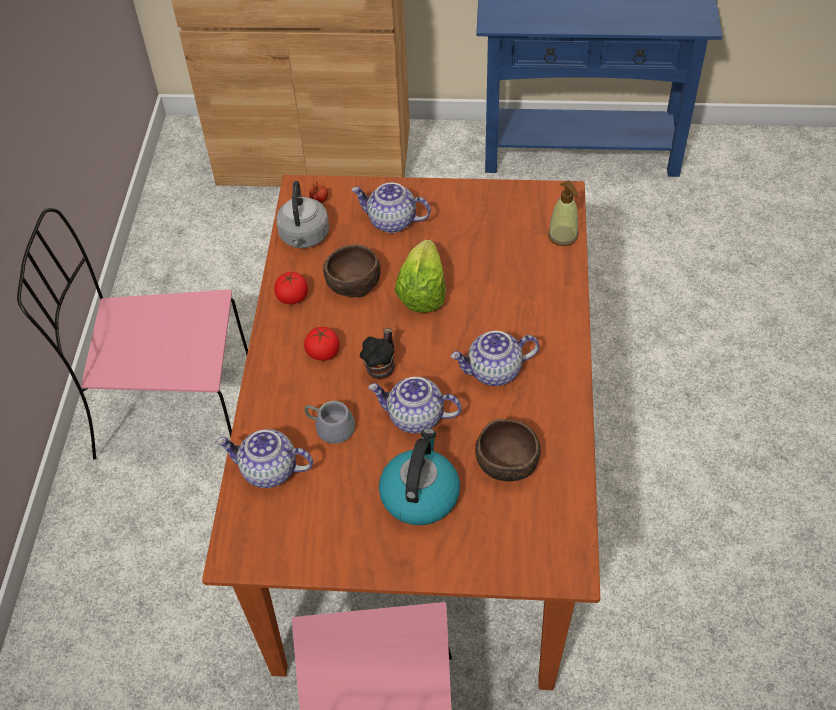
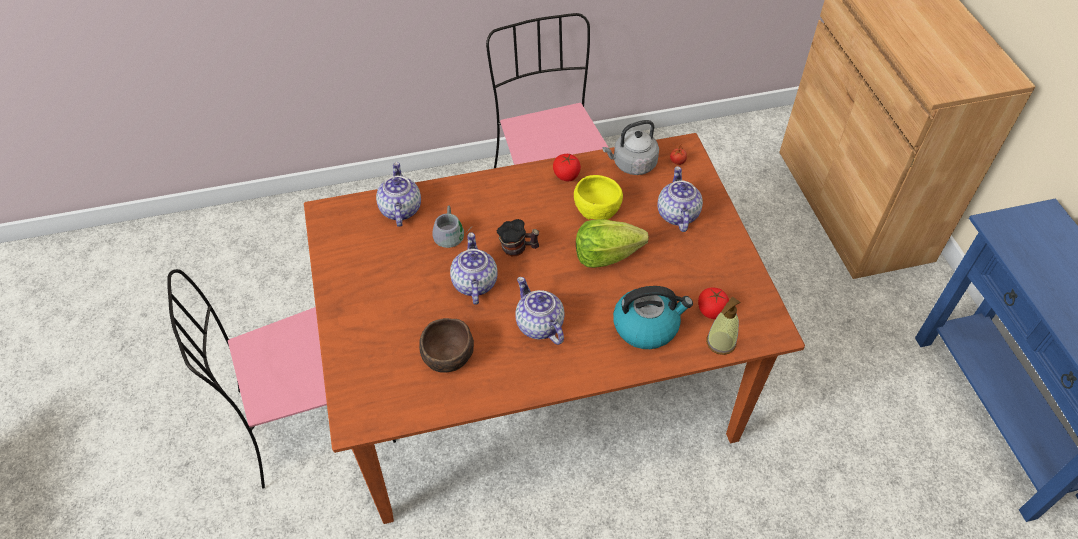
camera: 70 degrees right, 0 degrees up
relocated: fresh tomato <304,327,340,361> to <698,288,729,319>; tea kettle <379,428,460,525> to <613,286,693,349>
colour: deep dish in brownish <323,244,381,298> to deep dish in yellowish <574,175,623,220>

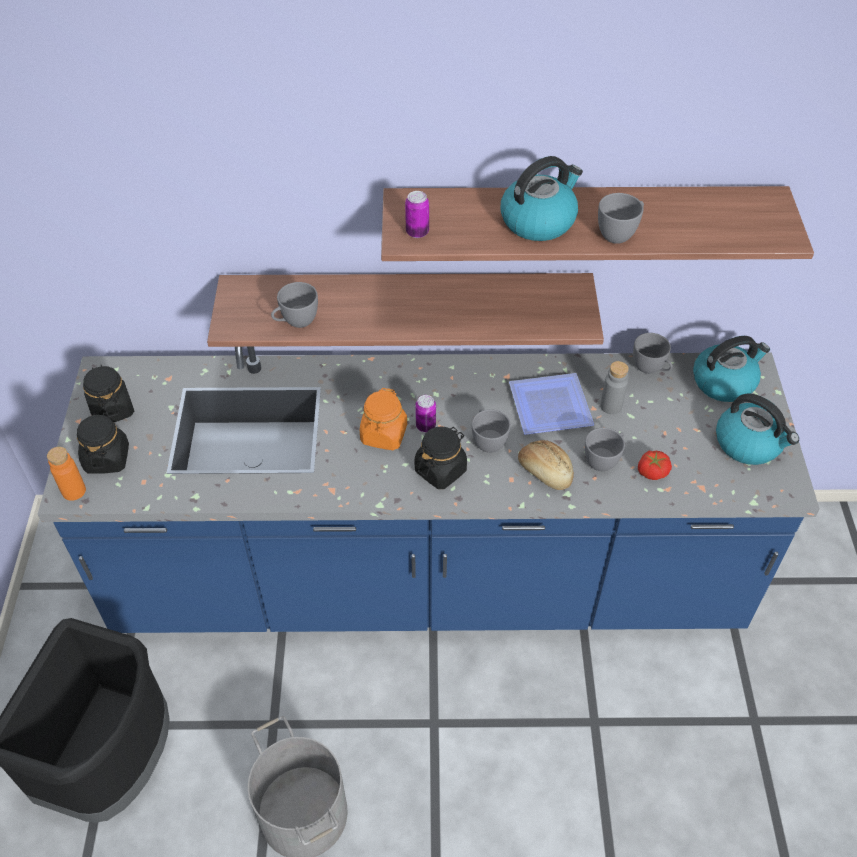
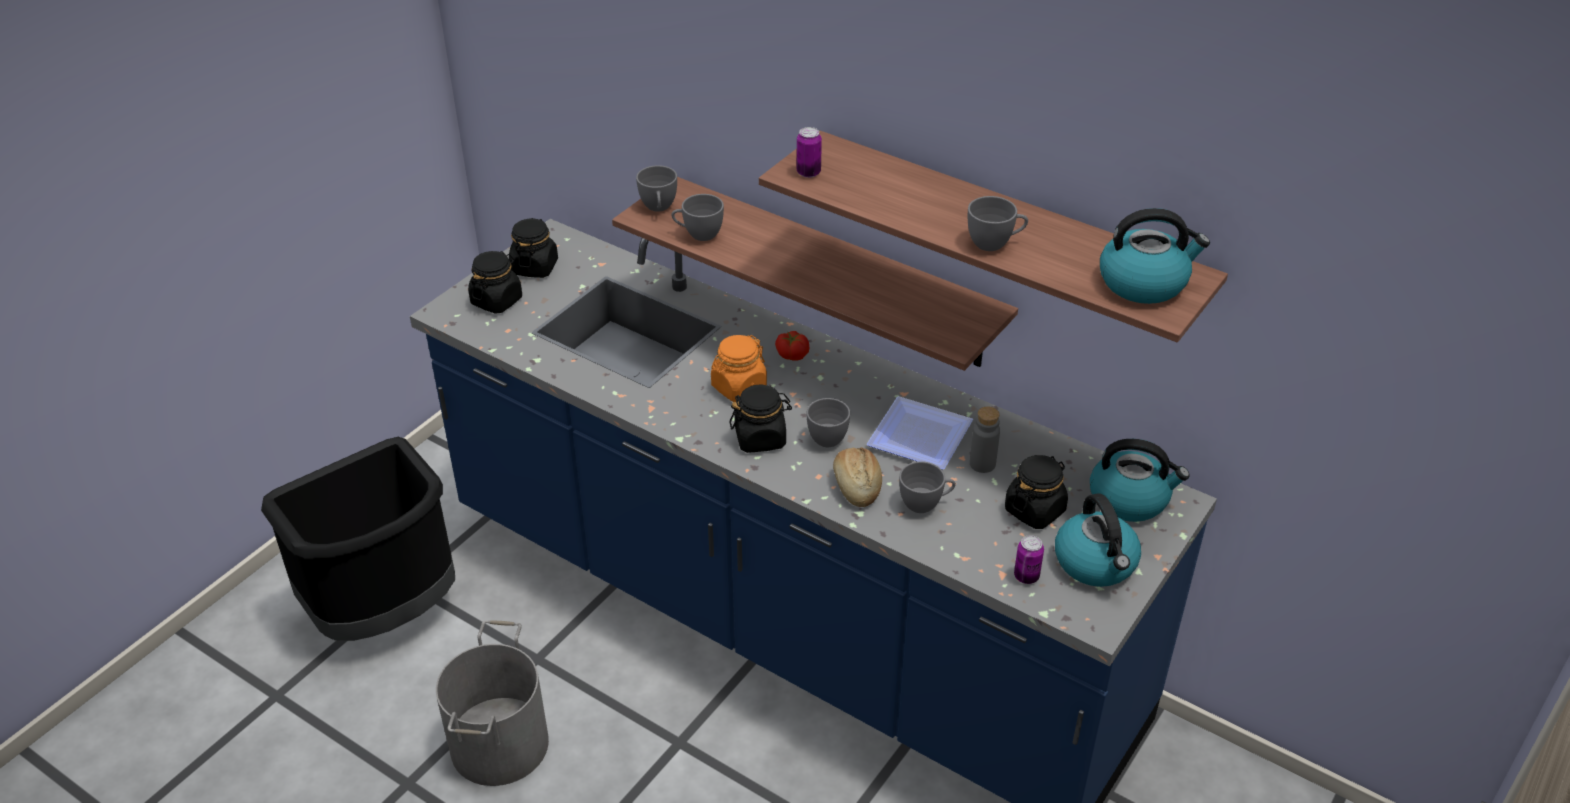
camera: 35 degrees right, 10 degrees down
missing: bottle in orange <47,447,86,501>
appeared: preserve jar in black <1005,455,1068,529>
relocated: tea kettle <501,156,583,241> to <1100,208,1210,304>; small cup in gray <633,333,673,374> to <636,165,677,212>; sealed can <415,395,436,432> to <1014,535,1044,584>; fresh tomato <638,451,672,480> to <775,331,809,361>

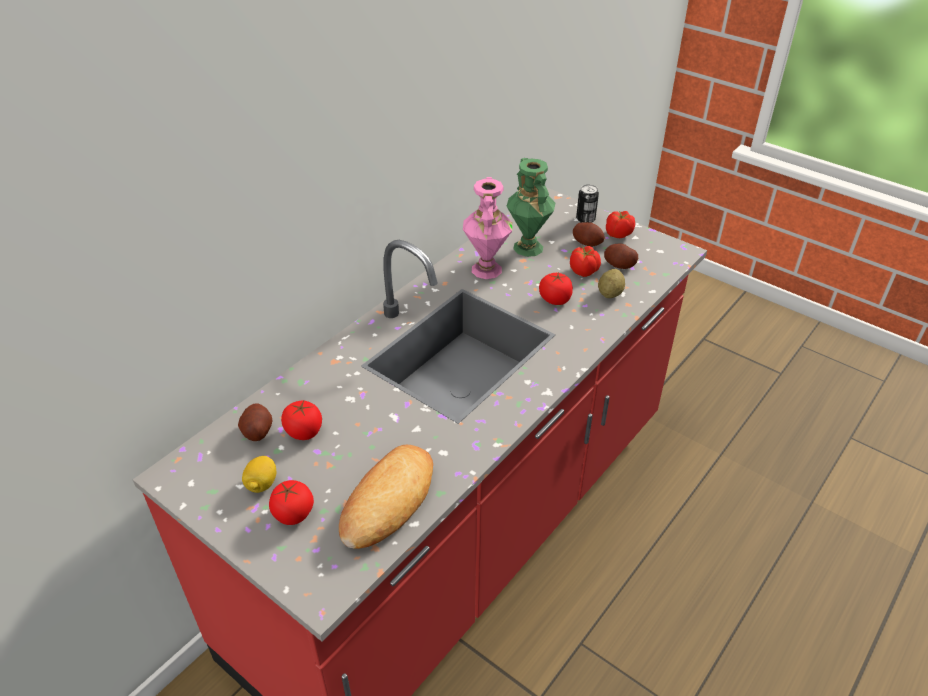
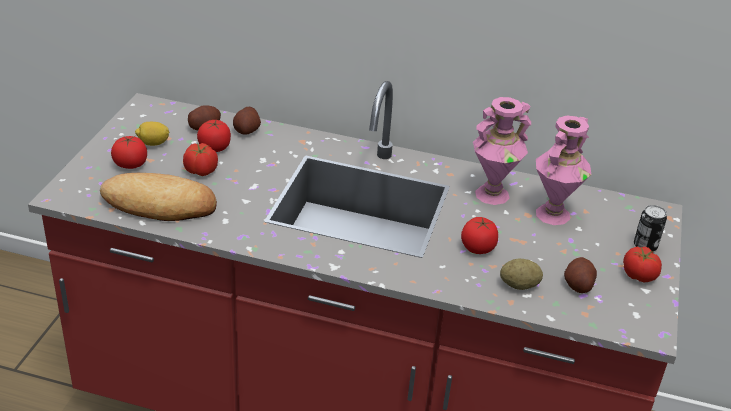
camera: 65 degrees right, 5 degrees down
relocated: spud <573,222,605,247> to <233,107,261,135>; fresh tomato <570,246,601,277> to <183,143,218,176>
colour: vase in green <507,158,555,257> to vase in pink-coloured <536,116,591,225>

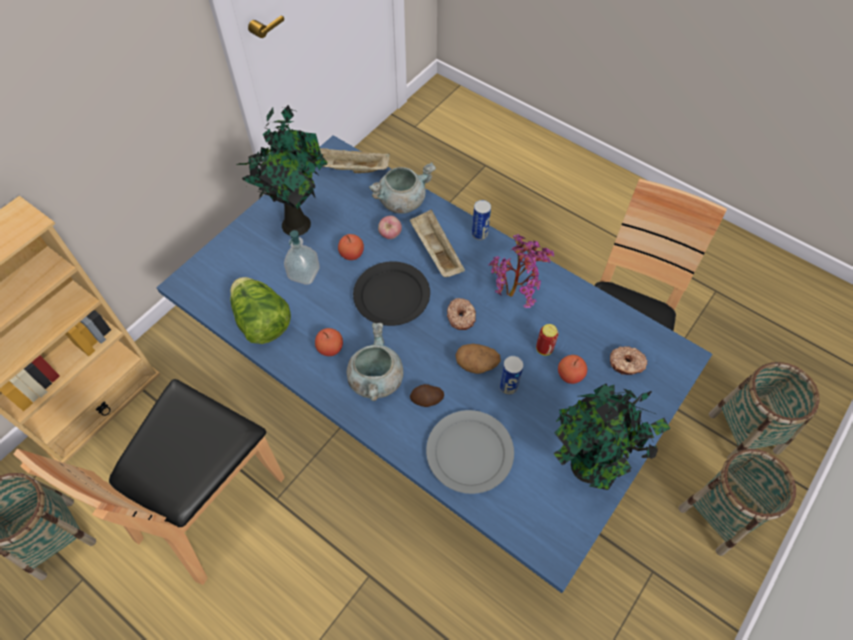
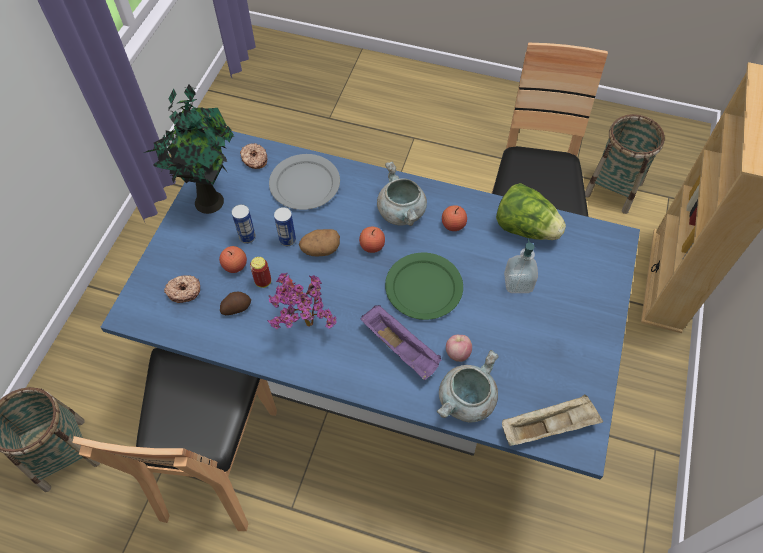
camera: 160 degrees right, 0 degrees up
missing: houseplant <236,105,328,236>; storage basket <678,449,796,556>
relocated: sealed can <472,200,491,240> to <232,204,256,244>; apple <338,234,364,260> to <359,226,385,253>; doughnut <447,298,476,330> to <240,143,268,169>; spud <410,384,444,407> to <220,292,251,315>
colour: tray in beige-coloured <410,209,465,277> to tray in purple-coloured <361,305,442,380>; plate in black <353,261,430,326> to plate in green <385,253,463,320>

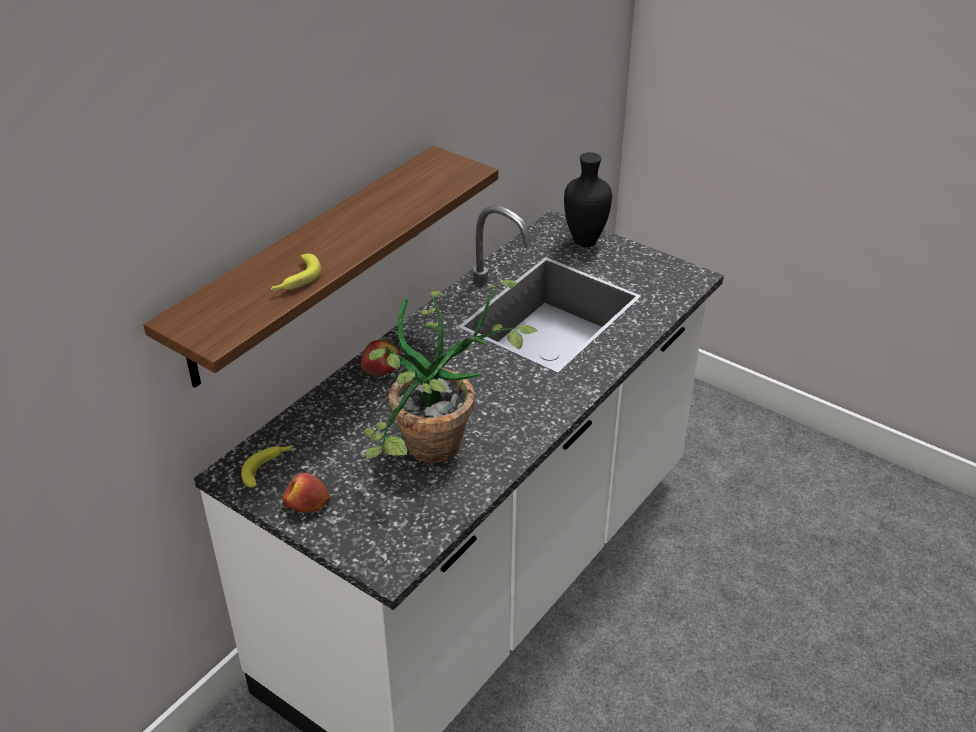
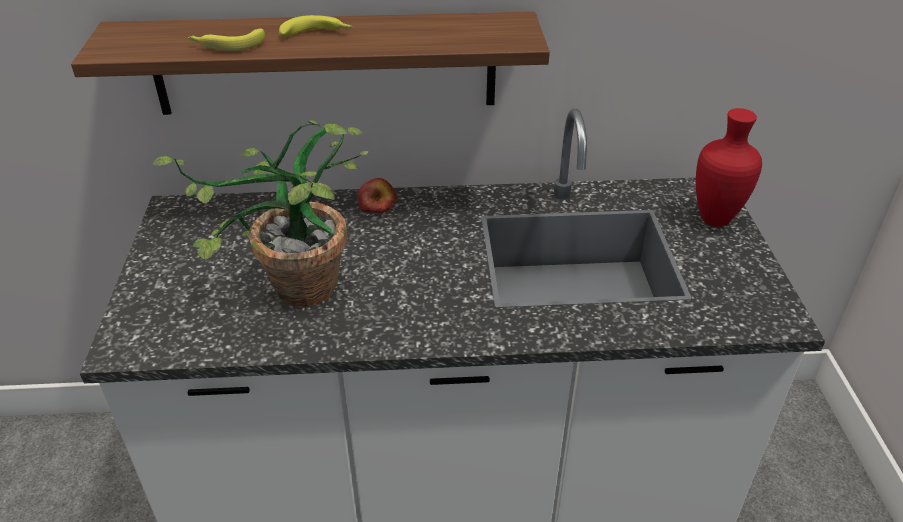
camera: 50 degrees right, 0 degrees up
missing: apple <282,473,331,513>
relocated: banana <241,445,294,488> to <279,15,353,37>
colour: vase in black <564,152,612,247> to vase in red-coloured <696,108,762,227>

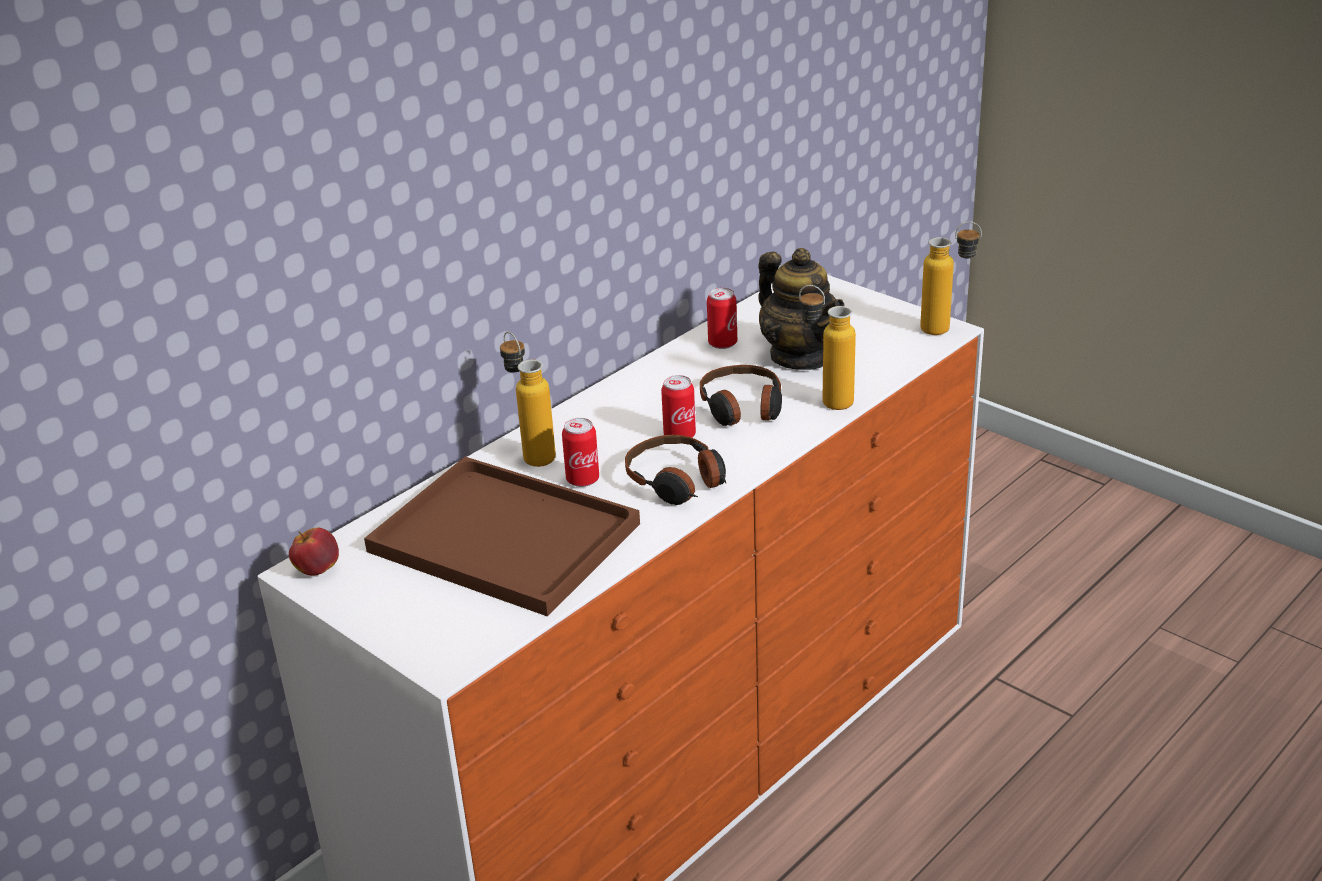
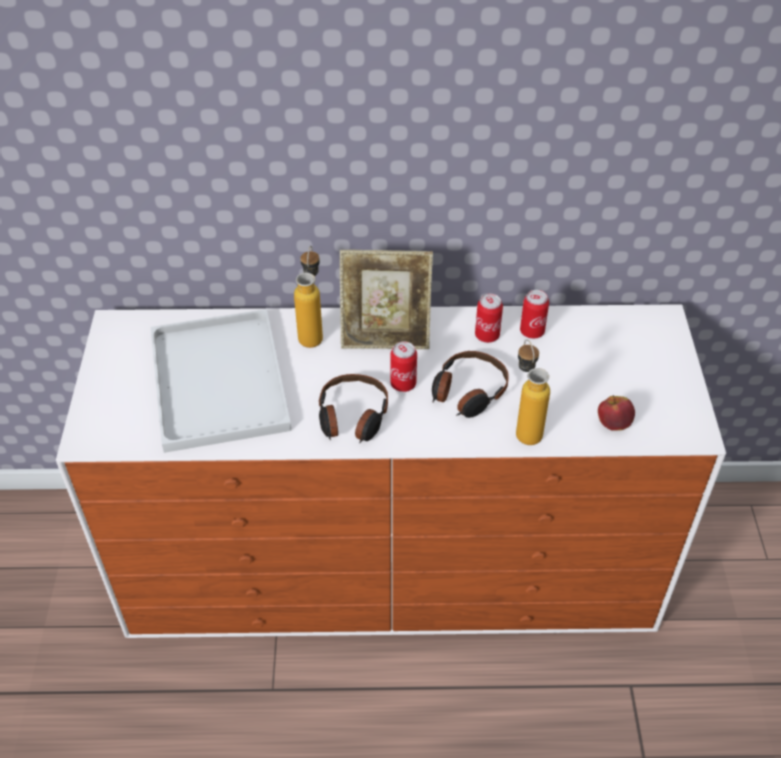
camera: 45 degrees right, 15 degrees up
missing: bottle <920,222,982,335>; pot for tea <758,248,845,370>
appeared: standing frame <340,250,433,349>
relocated: sealed can <562,418,599,487> to <475,294,503,343>; apple <289,528,339,576> to <598,395,635,431>
colour: tray in brownish <364,457,640,617> to tray in white-coloured <151,309,291,453>

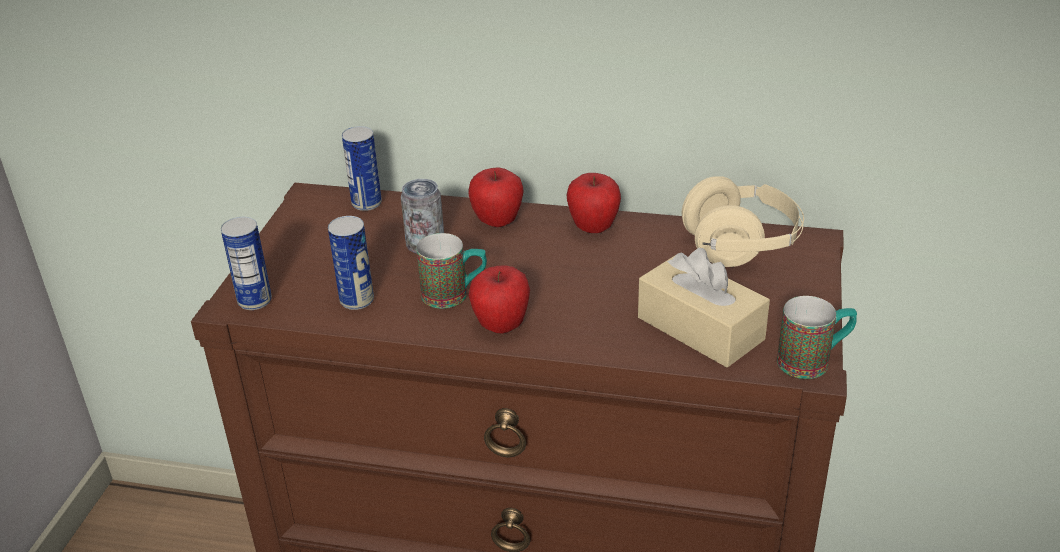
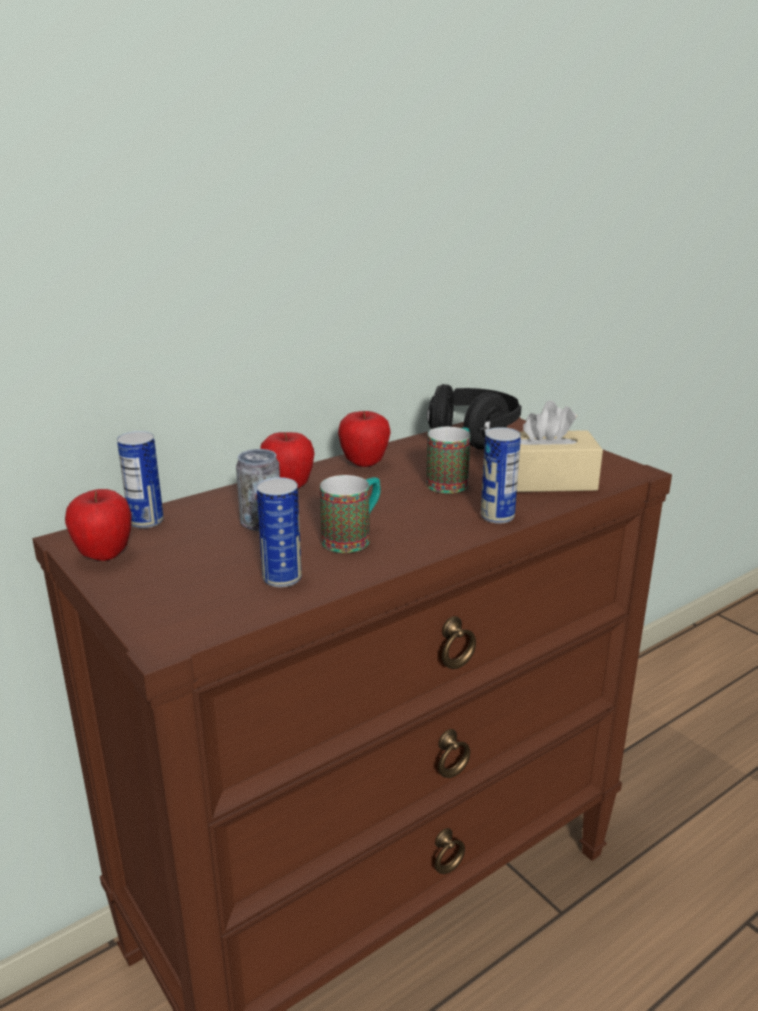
camera: 50 degrees left, 10 degrees down
relocated: sealed can <221,217,272,310> to <481,427,521,524>; apple <468,265,530,333> to <65,489,132,561>; tea mug <777,296,857,379> to <426,427,470,493>
colour: headset in beige-coloured <682,176,804,267> to headset in black <427,384,522,449>

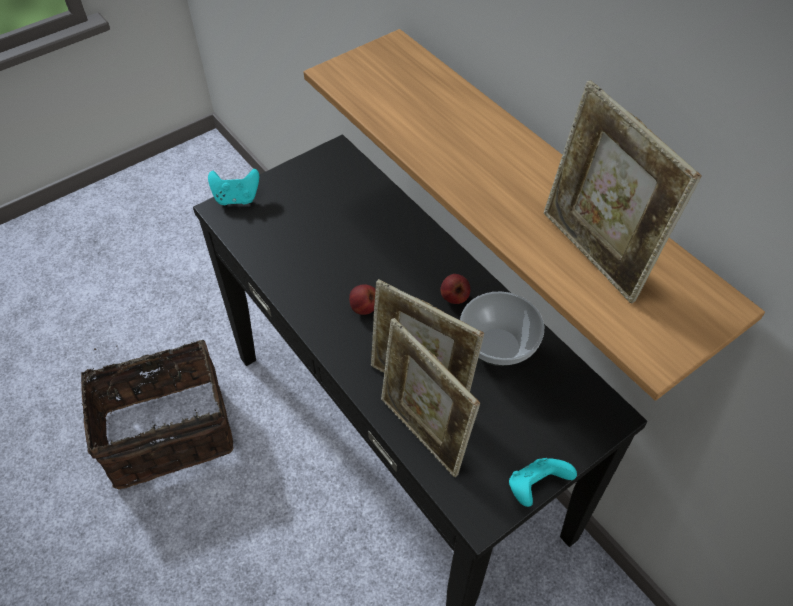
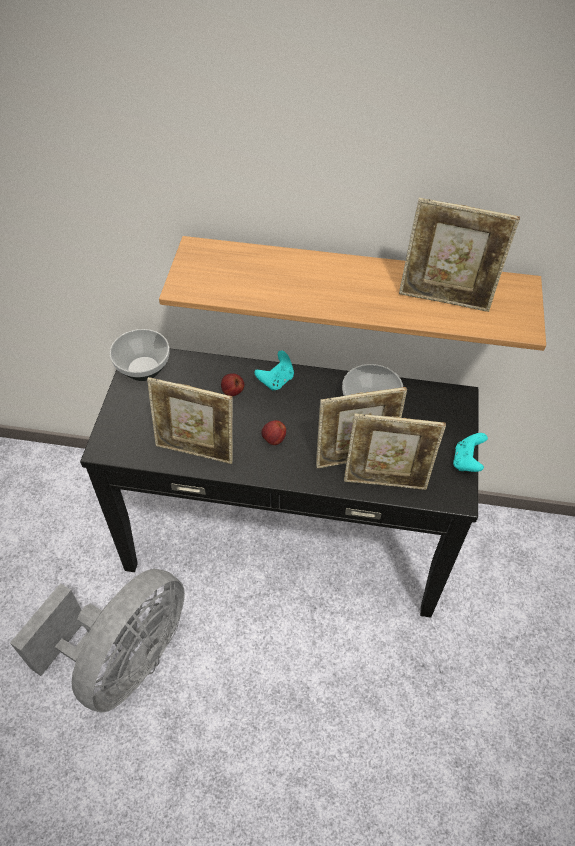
camera: 45 degrees left, 0 degrees up
appeared: deep dish <110,329,170,381>; standing frame <147,377,233,464>
relocated: gamepad in turquoise <208,169,259,205> to <254,351,294,391>; apple <440,274,470,304> to <221,373,244,396>
exchanged: storage basket <81,340,233,489> to electric fan in gray <10,569,185,713>

